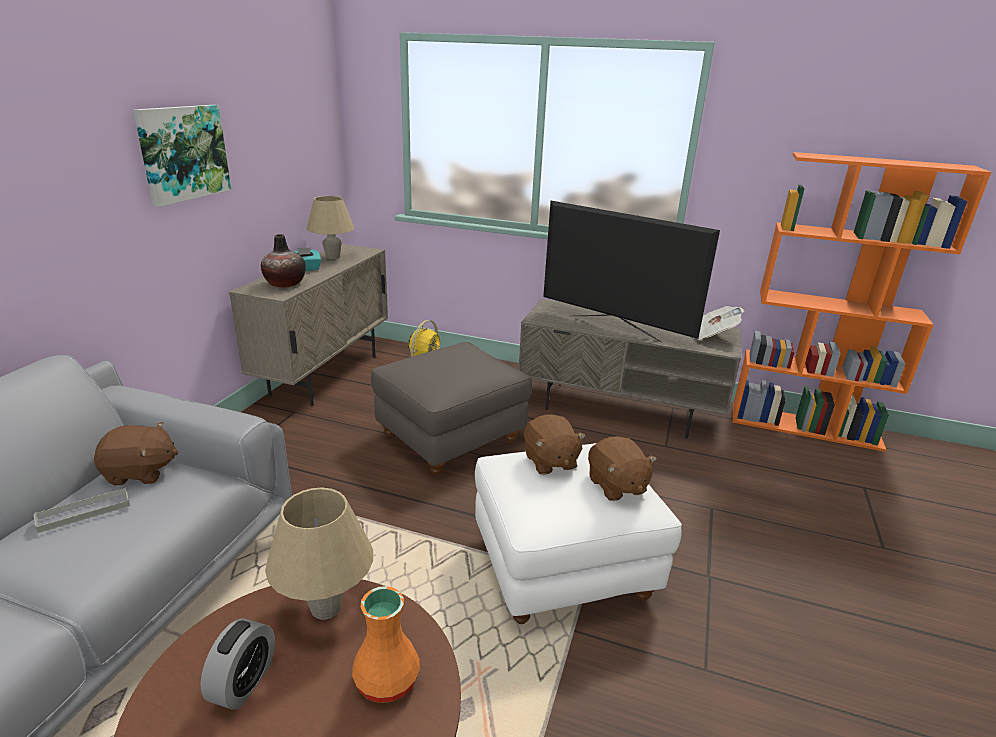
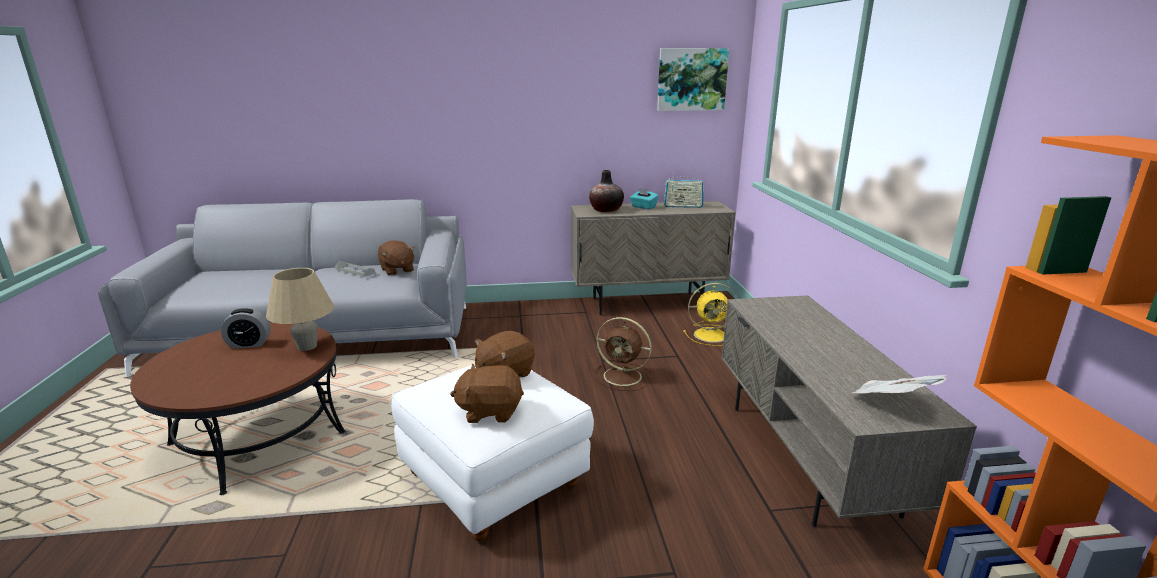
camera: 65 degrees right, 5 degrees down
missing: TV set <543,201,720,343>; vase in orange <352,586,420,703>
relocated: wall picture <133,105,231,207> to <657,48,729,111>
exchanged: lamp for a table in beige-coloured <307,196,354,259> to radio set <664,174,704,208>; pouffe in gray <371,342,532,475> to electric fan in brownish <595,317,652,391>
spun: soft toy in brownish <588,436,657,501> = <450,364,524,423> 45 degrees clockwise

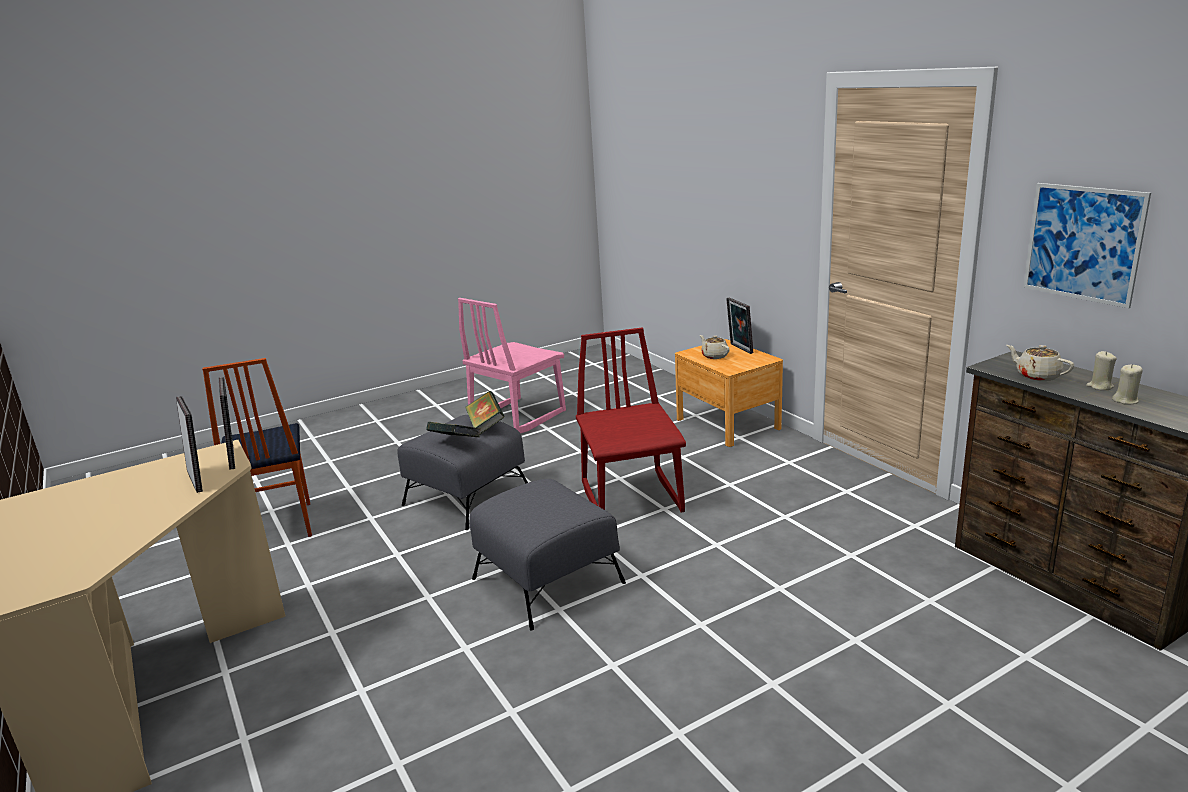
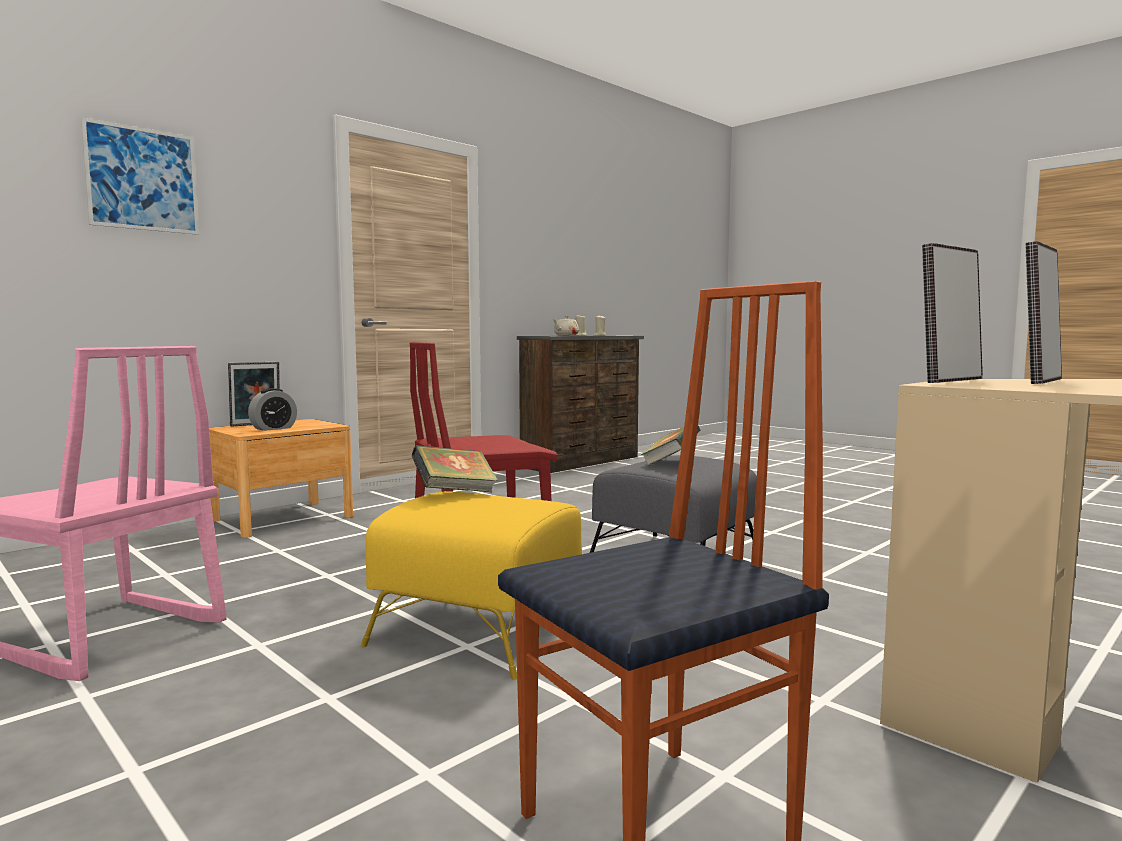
camera: 105 degrees left, 15 degrees down
relocated: wall picture <1023,183,1151,308> to <81,117,199,235>; volume <426,422,481,437> to <641,426,701,466>
exchanged: pot for tea in beige-coloured <700,335,730,359> to table clock <248,388,297,431>
colour: pouffe in gray <397,415,528,530> to pouffe in yellowish <361,491,582,680>

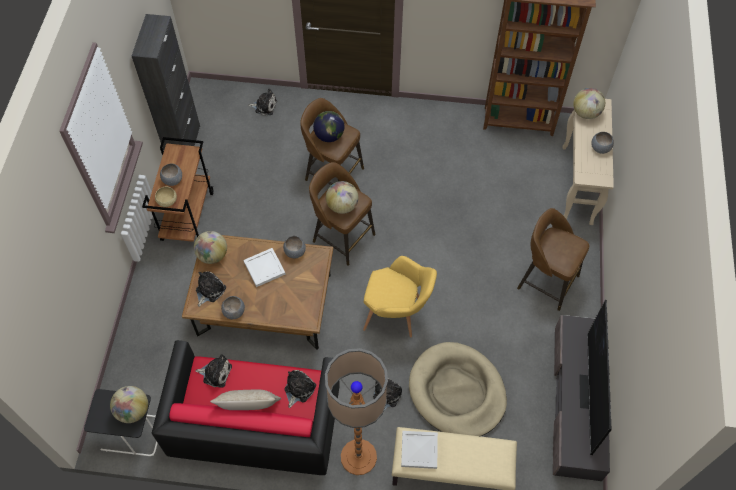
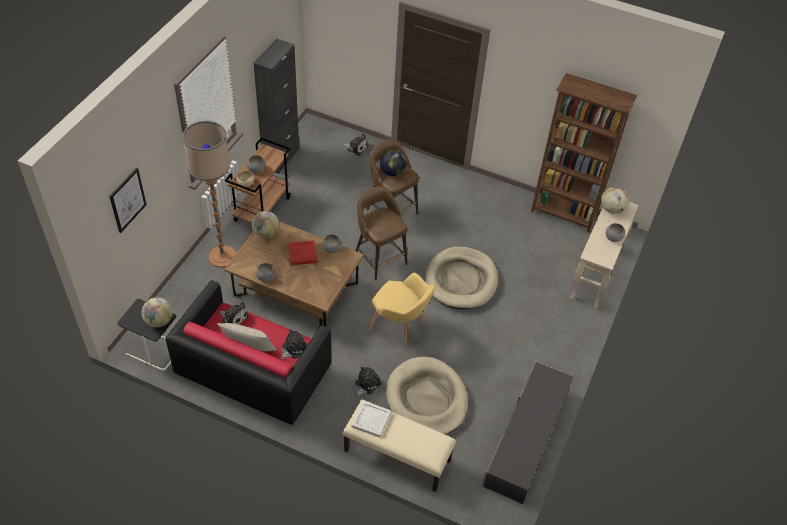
camera: 15 degrees right, 10 degrees down
missing: desk globe <326,181,358,214>; stool in brownish <517,208,589,311>; soft toy <196,272,226,307>; TV set <579,300,612,455>
appeared: wall picture <109,168,147,233>; dog bed in beige-coloured <425,247,498,309>
relocated: standing lamp <325,348,388,475> to <182,121,236,268>
colour: tray in white-coloured <243,248,286,287> to tray in red-coloured <288,240,317,265>

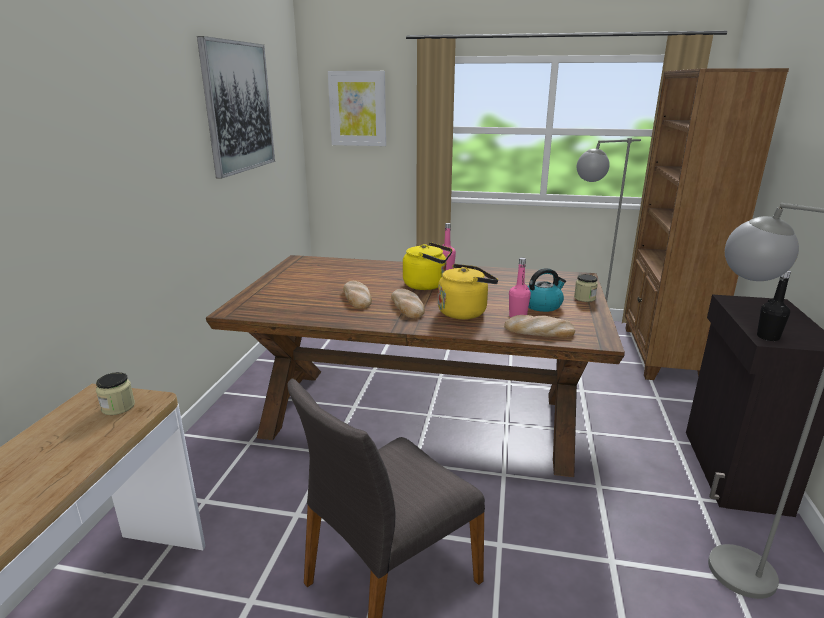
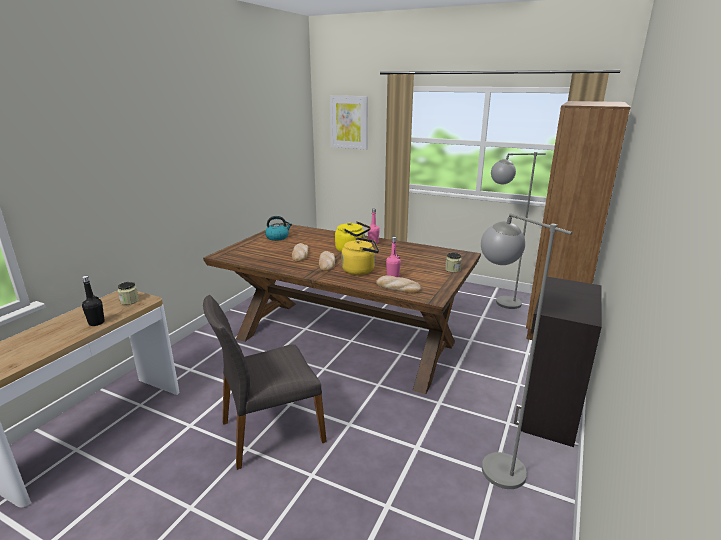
camera: 15 degrees right, 0 degrees up
missing: wall picture <197,36,275,179>
relocated: tea kettle <528,268,566,312> to <265,216,292,241>; bottle in black <757,270,791,341> to <82,276,105,326>

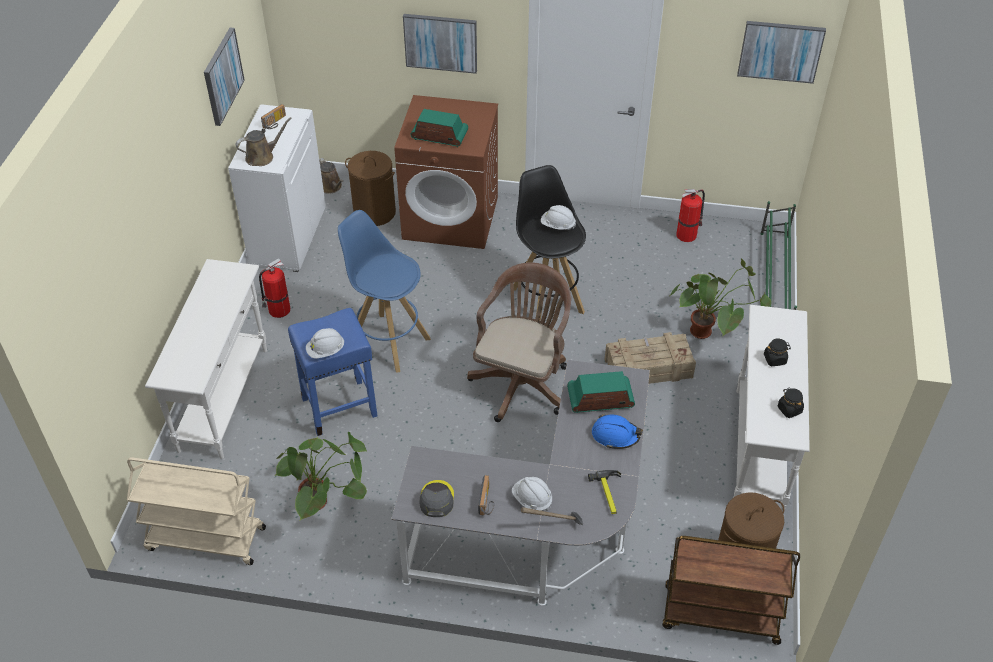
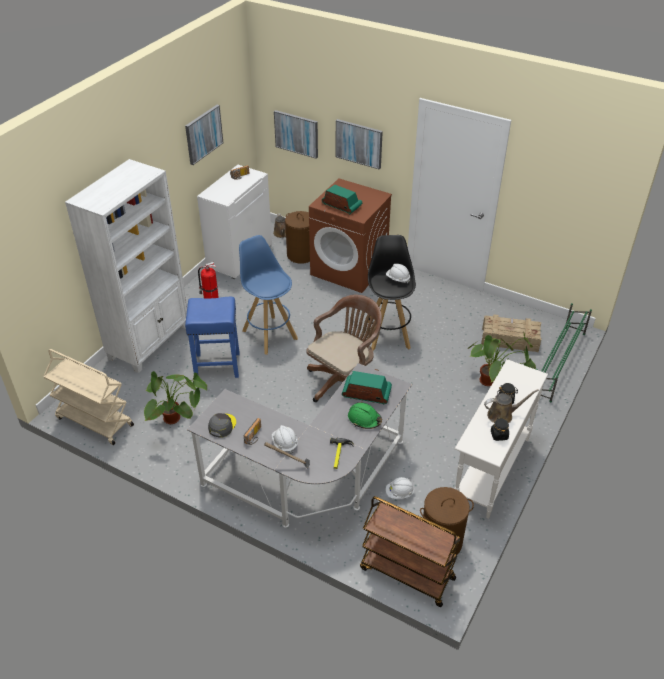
camera: 20 degrees right, 5 degrees down
missing: fire extinguisher <676,189,705,242>
relocated: wall picture <737,21,826,84> to <274,110,318,159>; watering can in brownish <236,117,292,166> to <484,389,539,424>; work helmet in white-coloured <306,328,344,359> to <386,477,415,499>; crate <605,332,696,384> to <481,314,541,352>
exchanged: console table in white-coloured <145,259,267,459> to shelving unit in white-coloured <65,159,187,373>
colour: work helmet in blue <592,414,643,449> to work helmet in green <348,402,382,429>

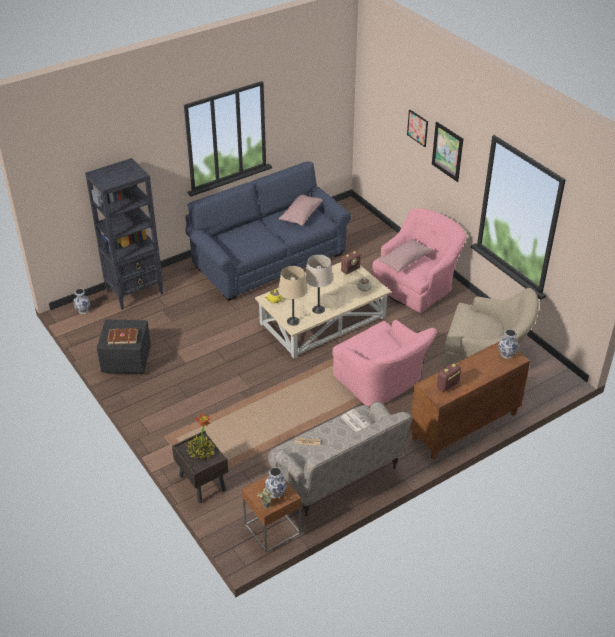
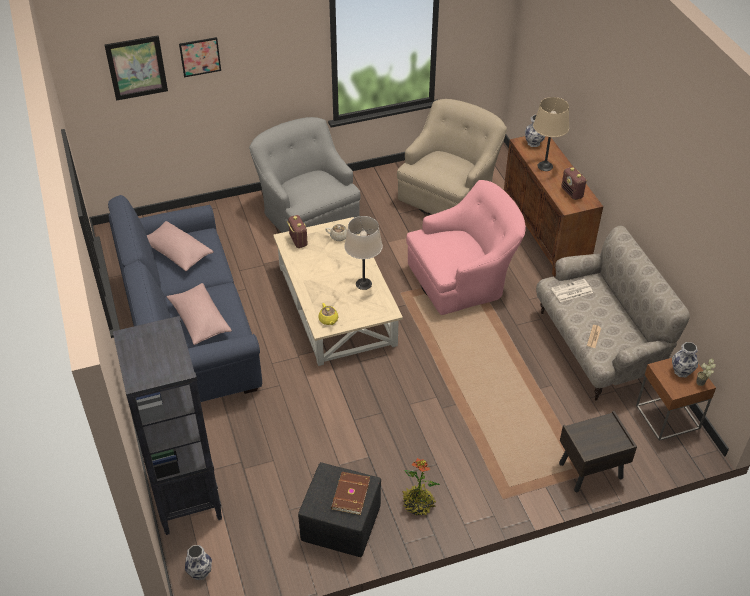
camera: 75 degrees left, 5 degrees up
relocated: wall picture <432,122,463,182> to <105,36,168,101>; pillow in pink-coloured <378,238,433,273> to <167,283,232,345>; lamp for a table in beige-coloured <278,266,308,326> to <533,97,569,171>; houseplant <187,413,215,460> to <402,458,440,516>
colour: easy chair in pink-coloured <372,208,466,313> to easy chair in gray <249,117,360,233>

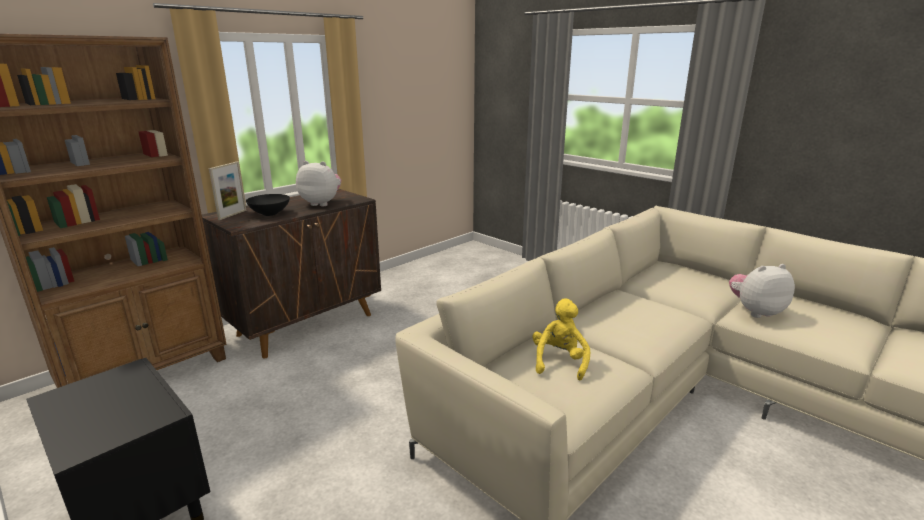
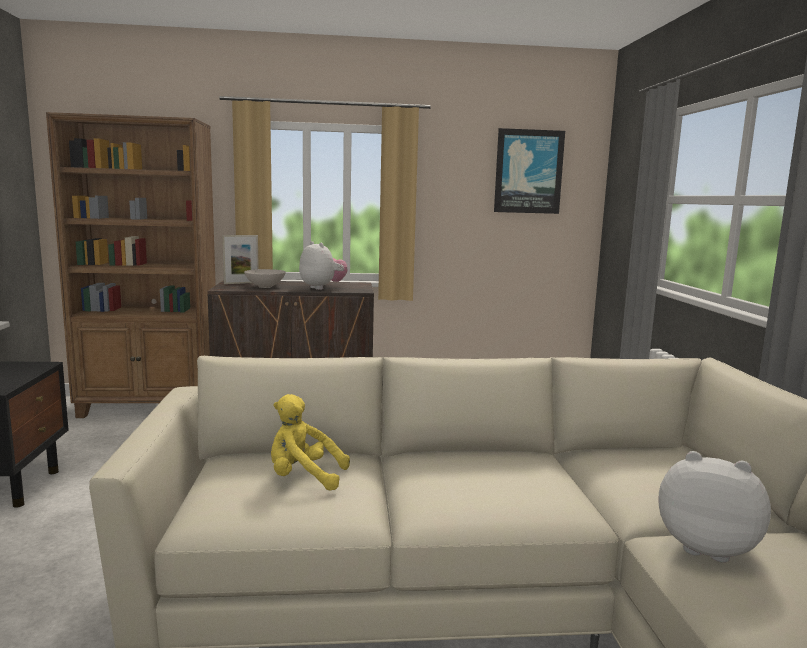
camera: 40 degrees right, 10 degrees down
appeared: wall picture <494,128,565,214>
colour: deep dish in black <246,194,290,216> to deep dish in white-coloured <244,269,286,288>
spun: soft toy in yellowish <532,298,590,380> = <271,394,350,490> 135 degrees counterclockwise

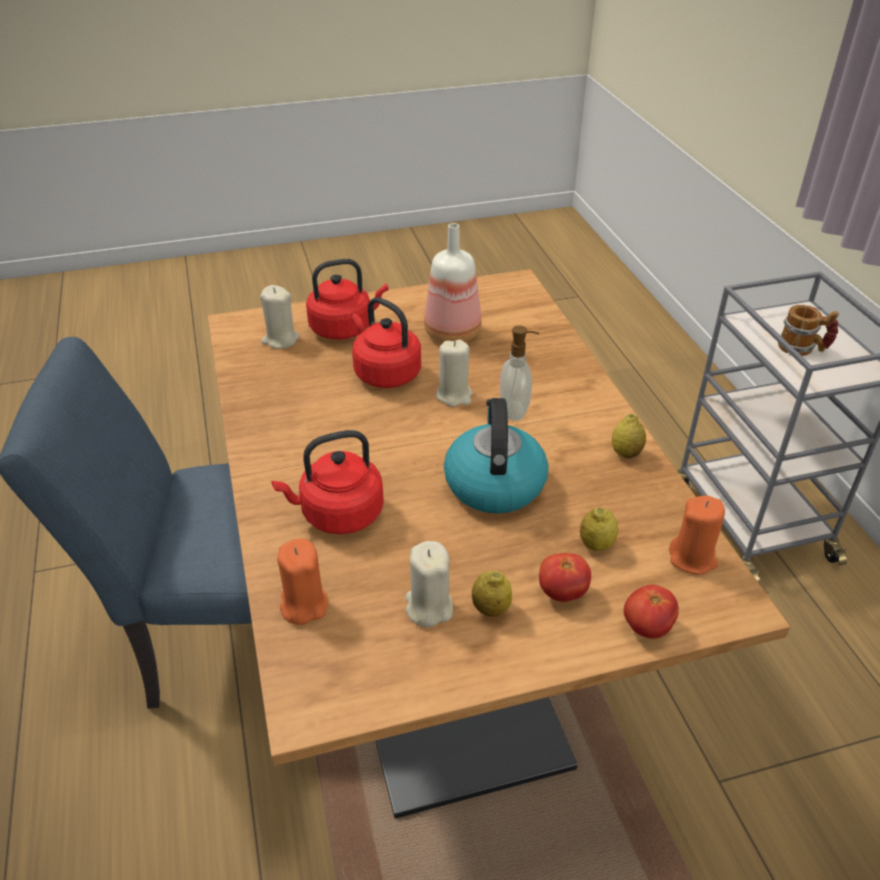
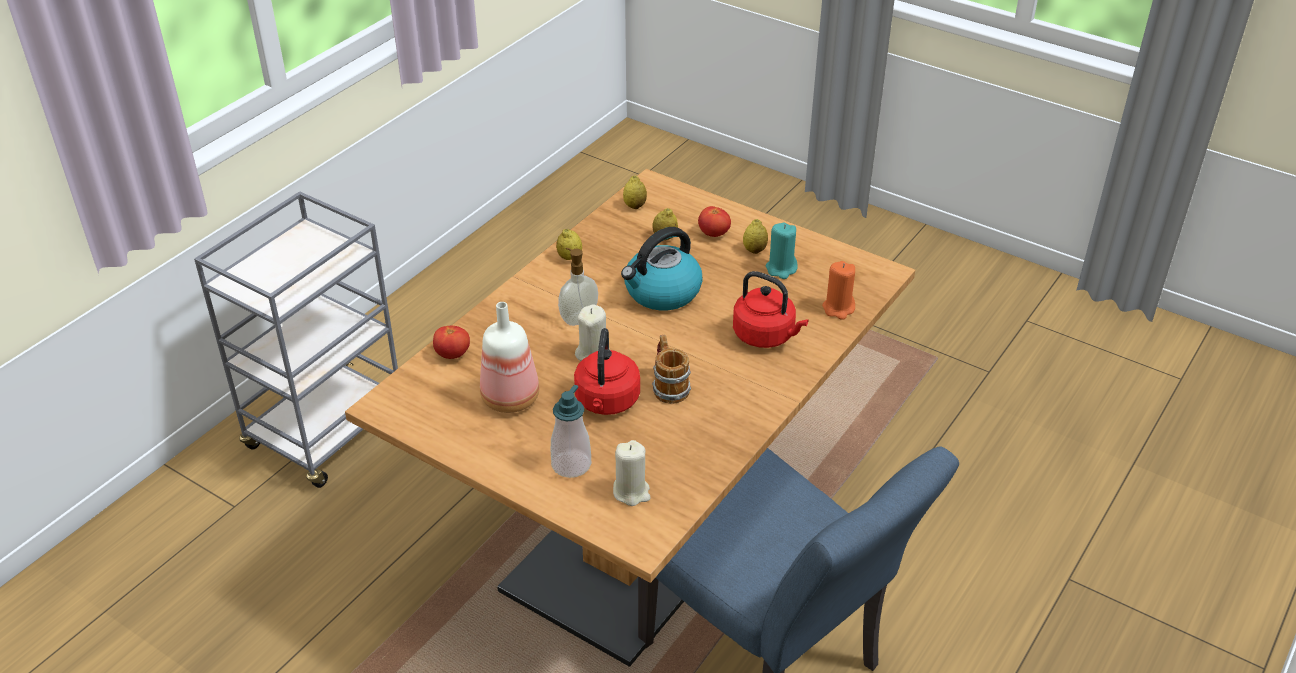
camera: 130 degrees left, 0 degrees up
relocated: tea mug <778,305,839,356> to <652,334,691,404>; fresh tomato <624,585,679,639> to <433,326,470,359>
exchanged: tea kettle in red-coloured <306,259,388,340> to liquid soap bottle <551,385,591,478>; wax light in orange <669,495,725,574> to citrus fruit <623,176,647,209>
colour: wax light in beige-coloured <405,541,453,627> to wax light in turquoise <766,222,798,279>

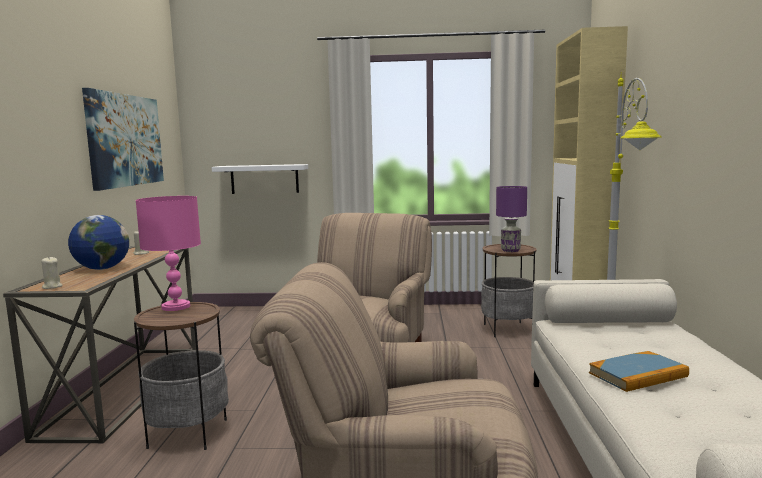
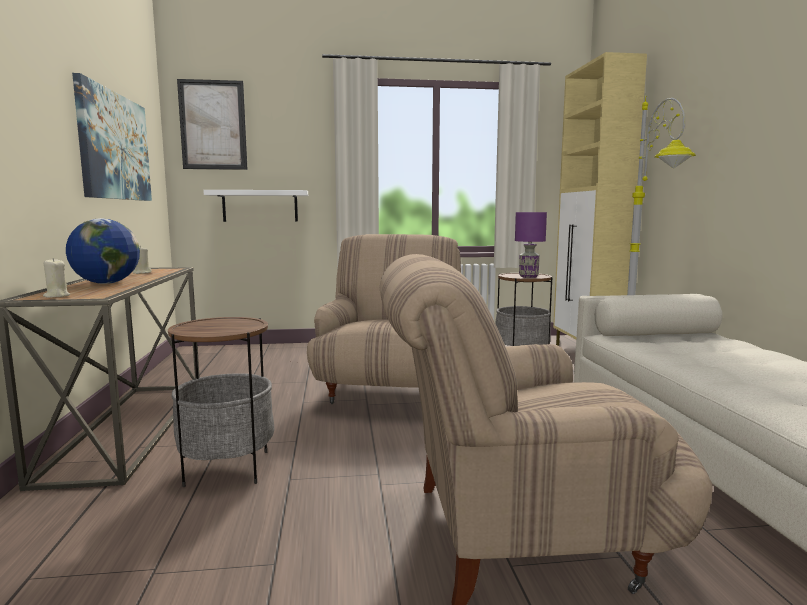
camera: 10 degrees left, 0 degrees up
missing: lamp for a table in pink-coloured <136,196,201,311>; volume <589,351,689,392>
appeared: wall picture <177,79,248,170>

